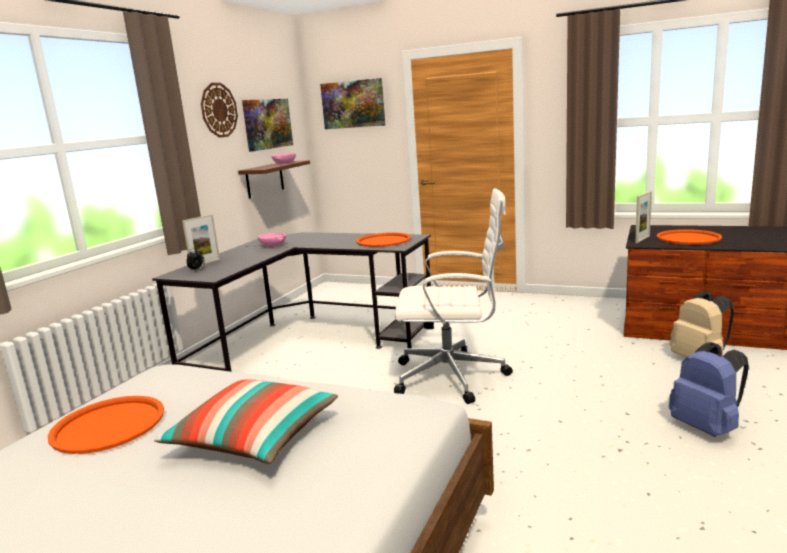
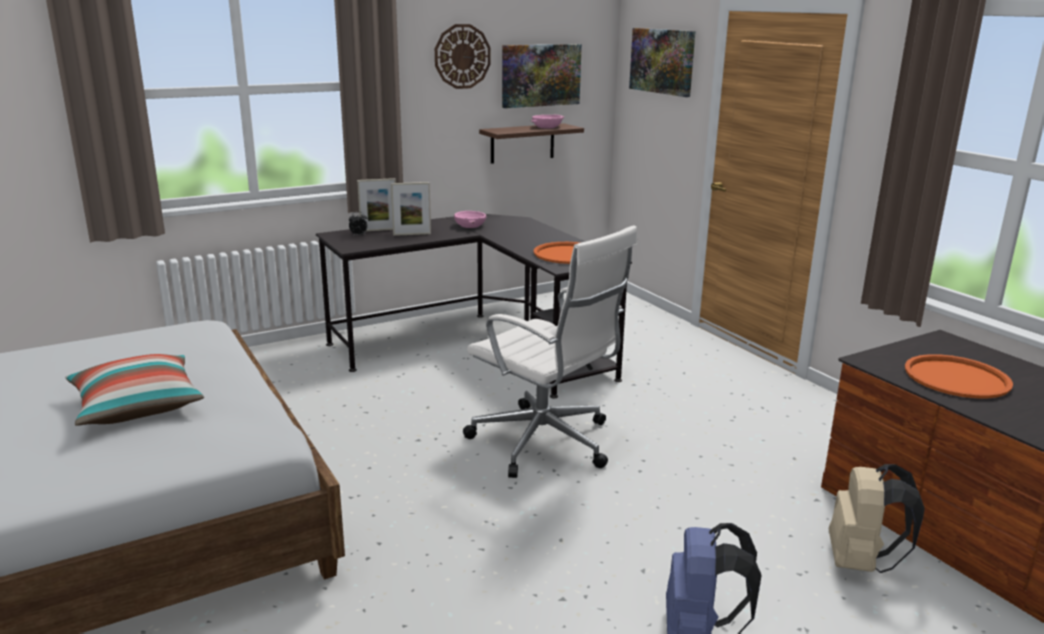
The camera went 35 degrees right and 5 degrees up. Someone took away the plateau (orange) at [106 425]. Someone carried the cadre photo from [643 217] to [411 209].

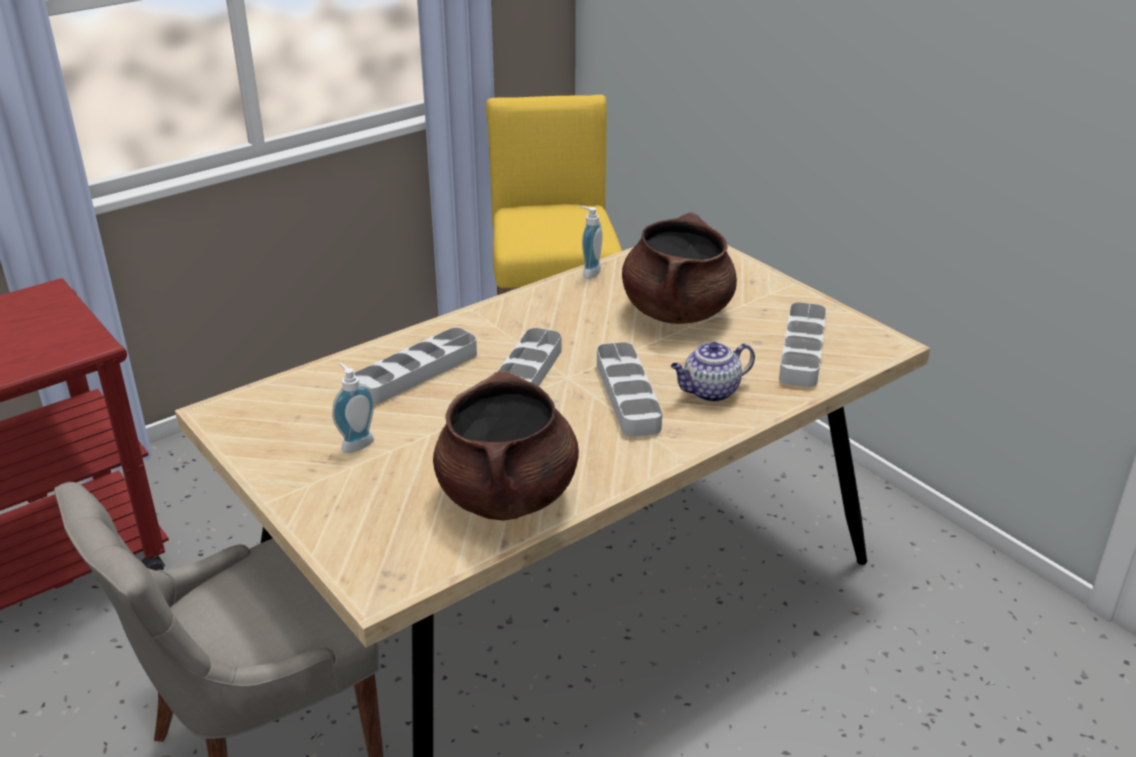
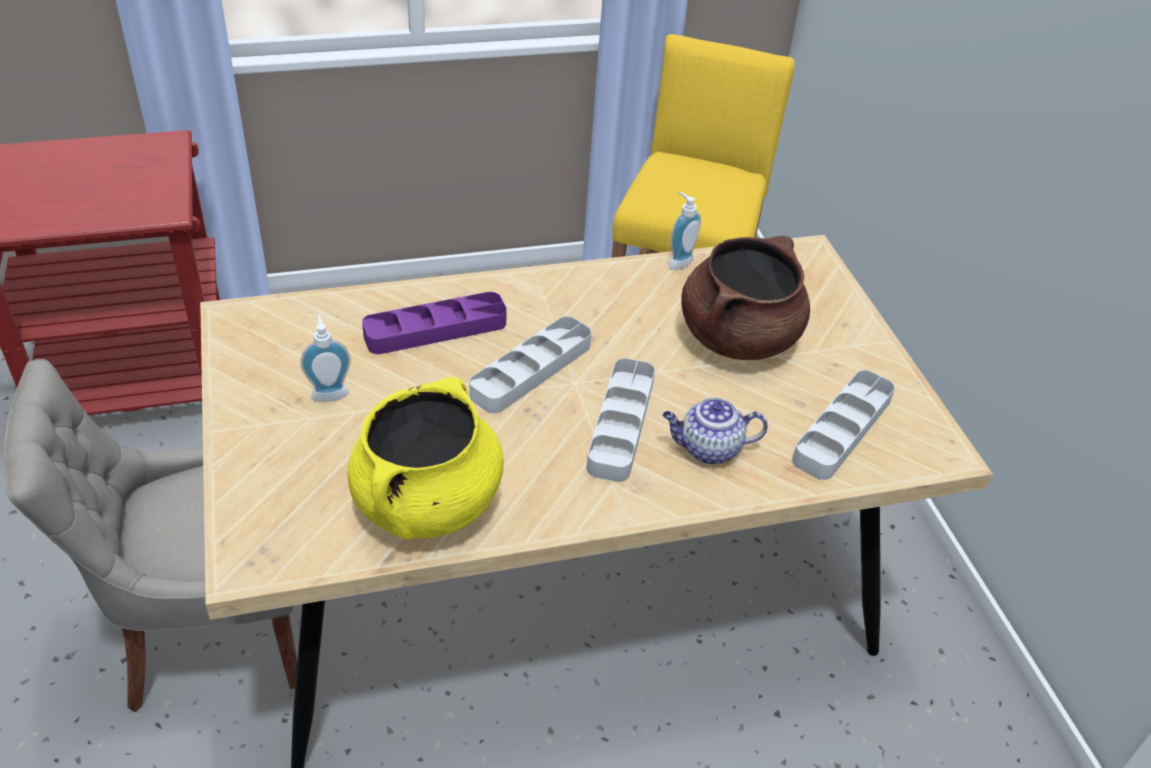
The camera went 20 degrees right and 10 degrees up. Someone repainted the plateau (gris) at [415 366], which became the plateau (violet) at [434 323]. Someone repainted the marmite (marron) at [506 445], which became the marmite (jaune) at [426 458].

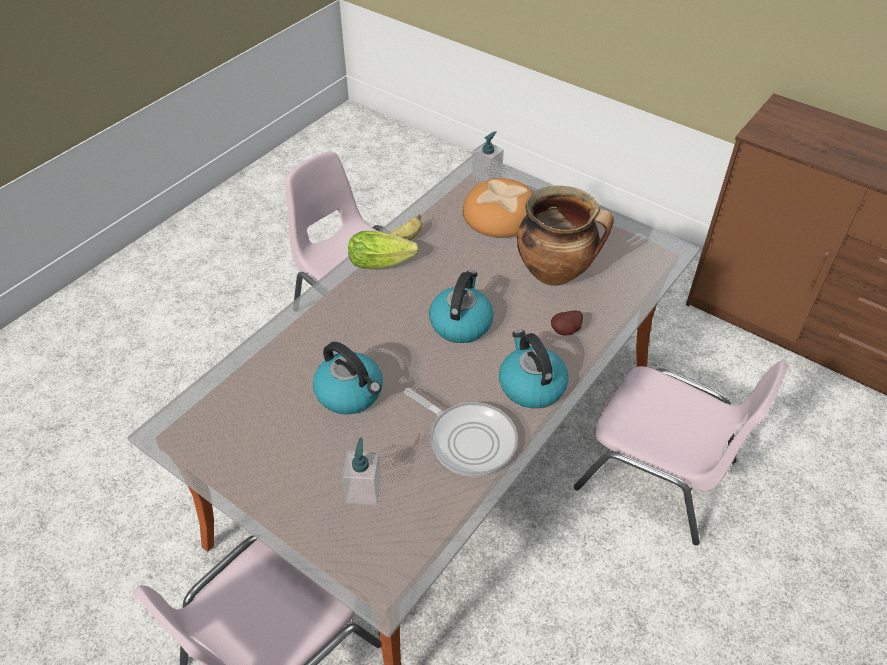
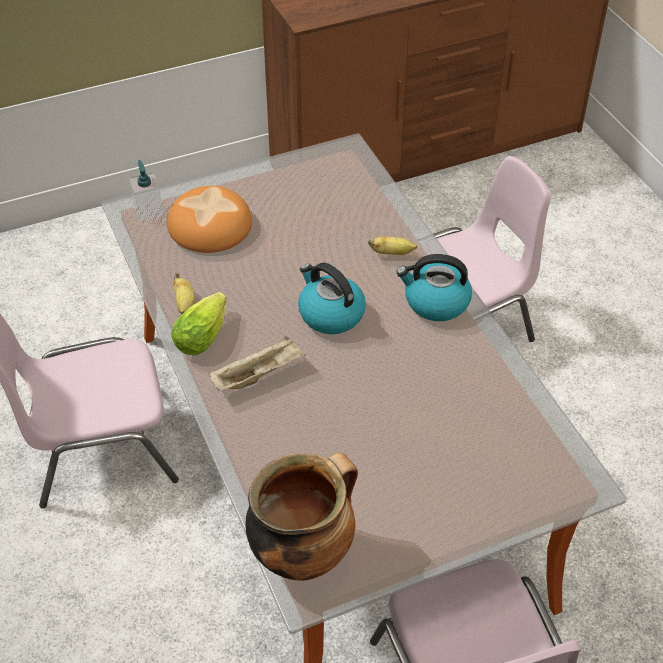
The camera went 60 degrees left and 0 degrees up. Someone took away the bouilloire at [348 378]. Someone took away the distributeur de savon at [361 471]. Someone took away the poêle at [461 432]. Someone put down the plateau (beige) at [257 363]. Someone carried the marmite from [565 236] to [302 517]. Someone swapped the pomme de terre at [567 323] for the banane at [392 245].

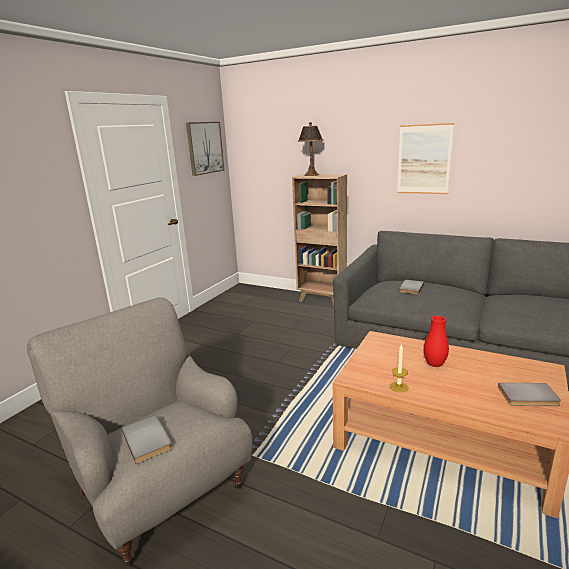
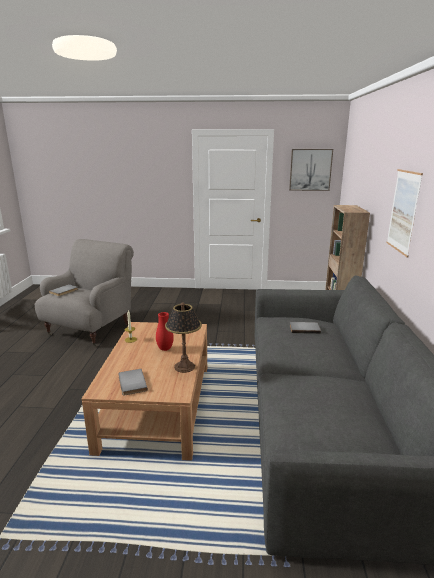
The camera went 65 degrees right and 0 degrees up. Someone carried the lampe de table from [311 149] to [183 337].

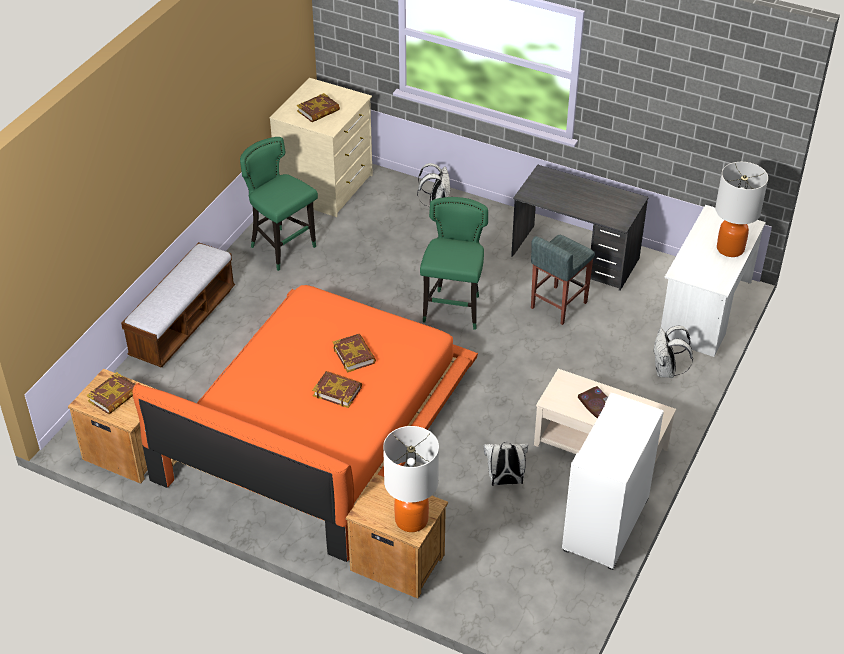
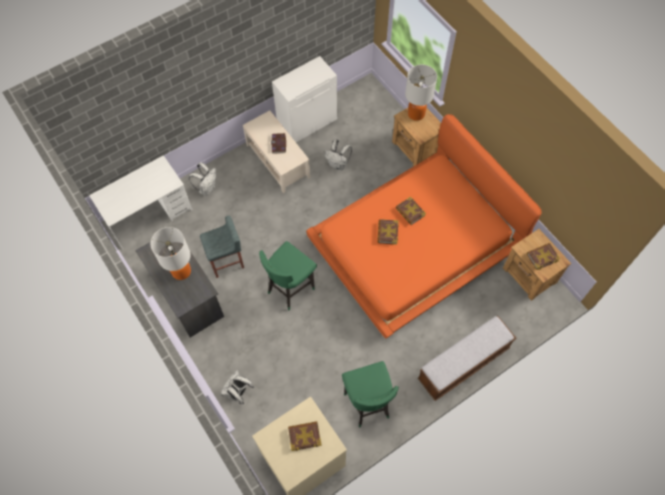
The camera went 150 degrees left and 20 degrees up. Someone carried the lampe de table from [741 209] to [170 253].

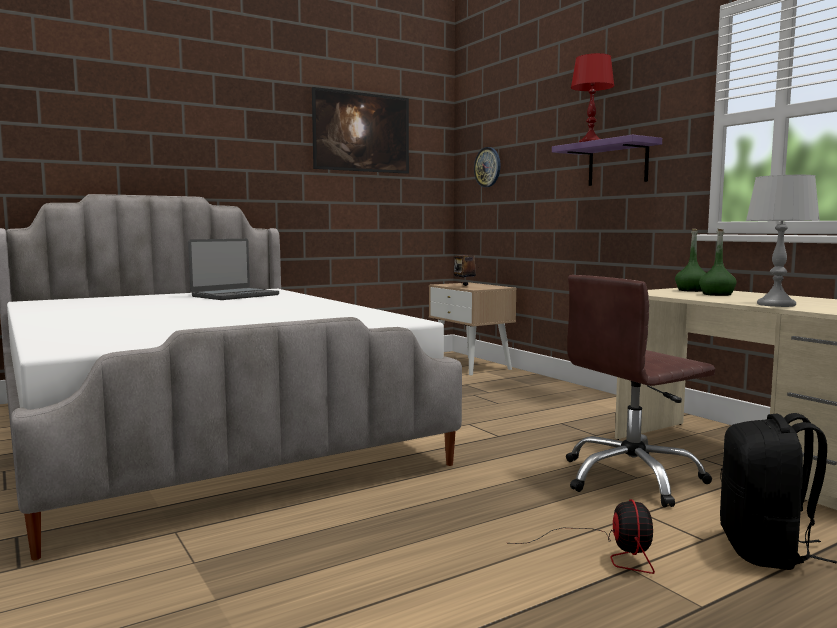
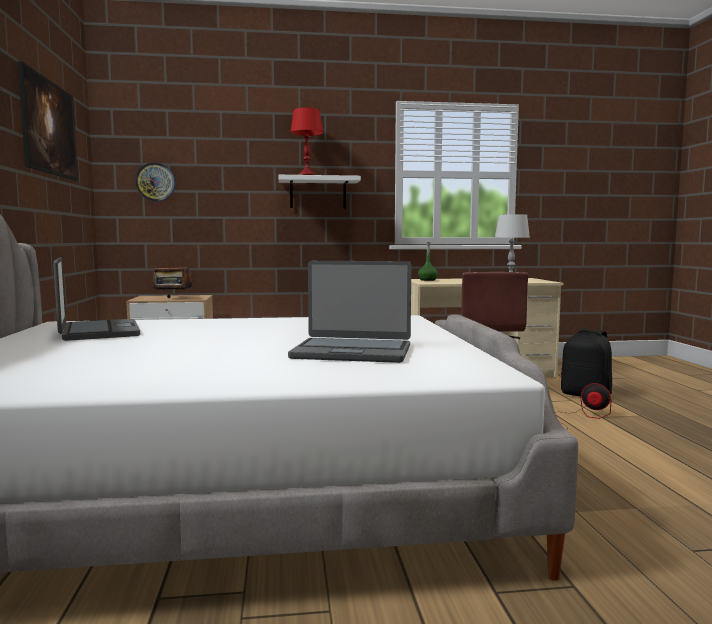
The camera went 65 degrees left and 0 degrees up. Someone took away the bouteille (vert) at [718 262]. Someone put down the ordinateur portable at [349 312]. Someone repainted the étagère (violet) at [607 160], which became the étagère (blanc) at [319 191].

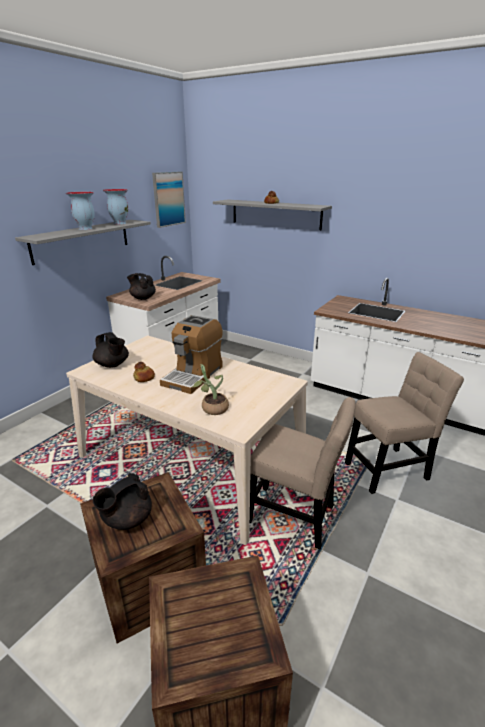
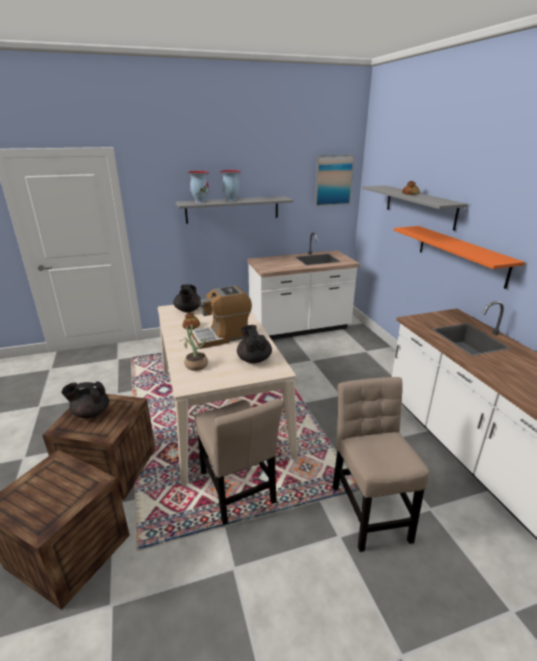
The camera went 40 degrees right and 0 degrees up. Someone put up the étagère (orange) at [459 257]. Someone carried the vase from [115 206] to [198 187]. Someone carried the théière (noir) from [141 286] to [254 344]. Someone rotated the chaise (beige) at [404 423] by 120 degrees counterclockwise.

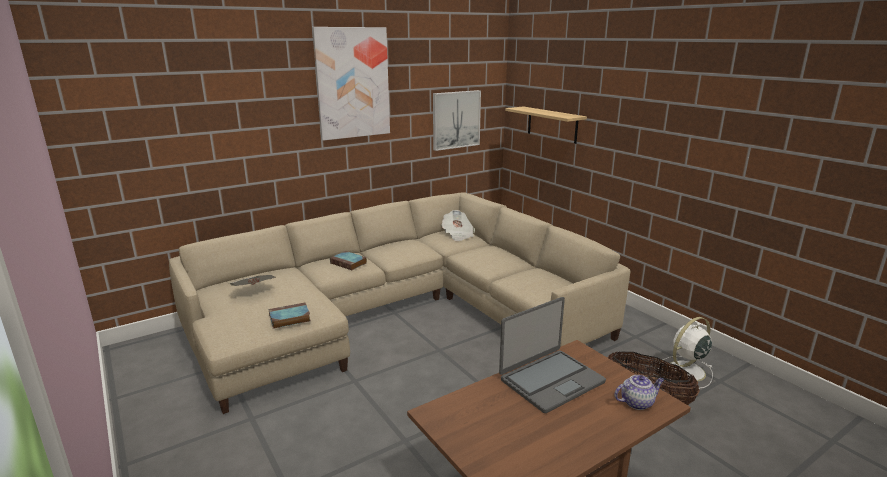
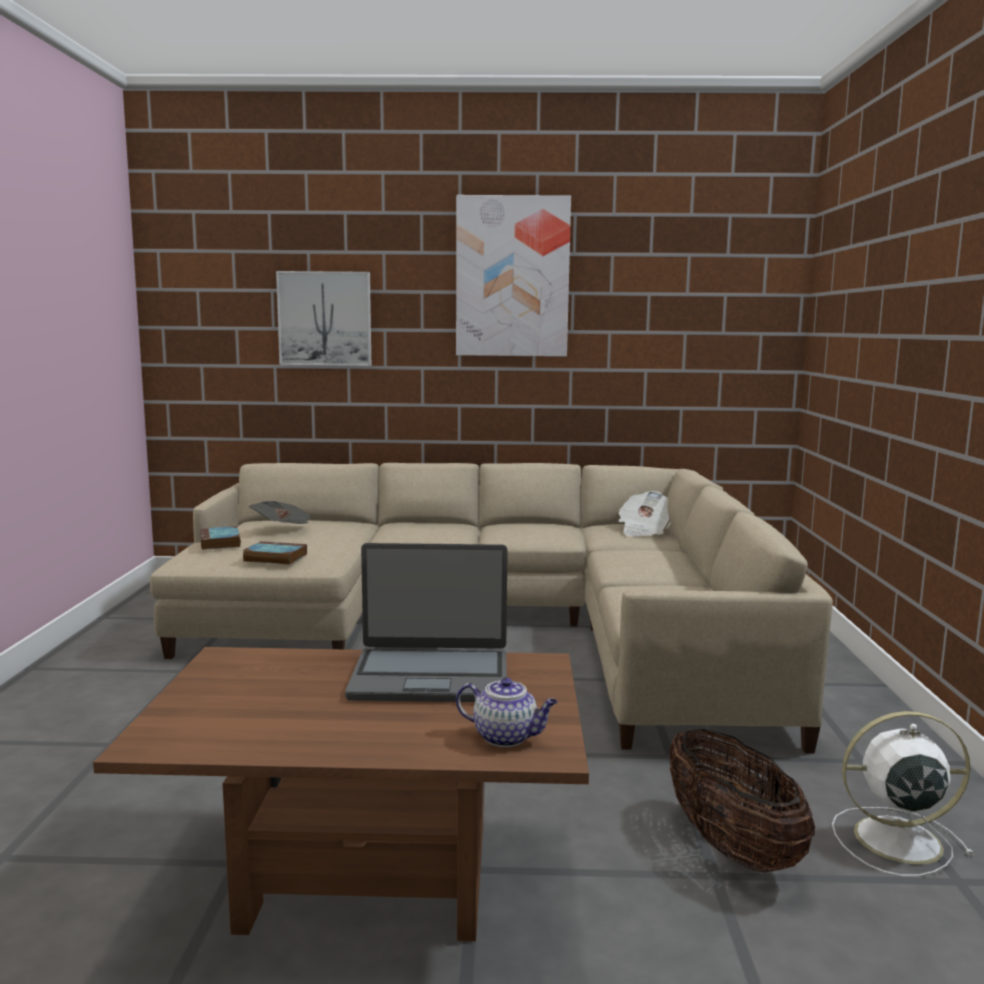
The camera went 35 degrees right and 10 degrees down. Someone took away the étagère at [546 125]. Someone carried the livre from [348 260] to [220 538]. Someone carried the tableau from [457 120] to [323 318].

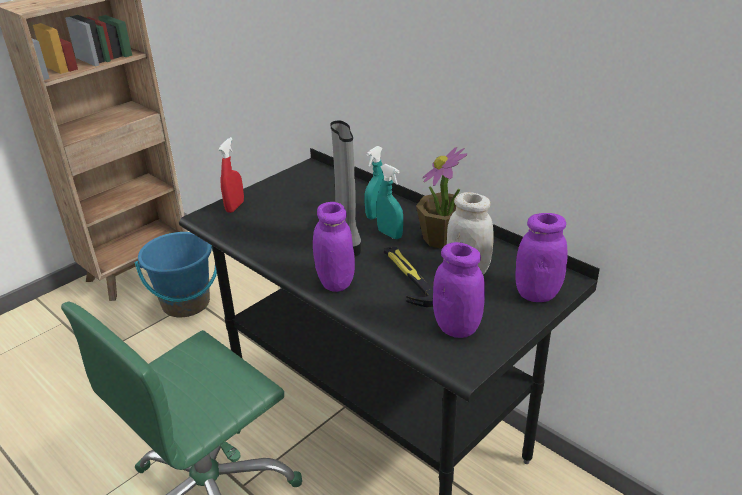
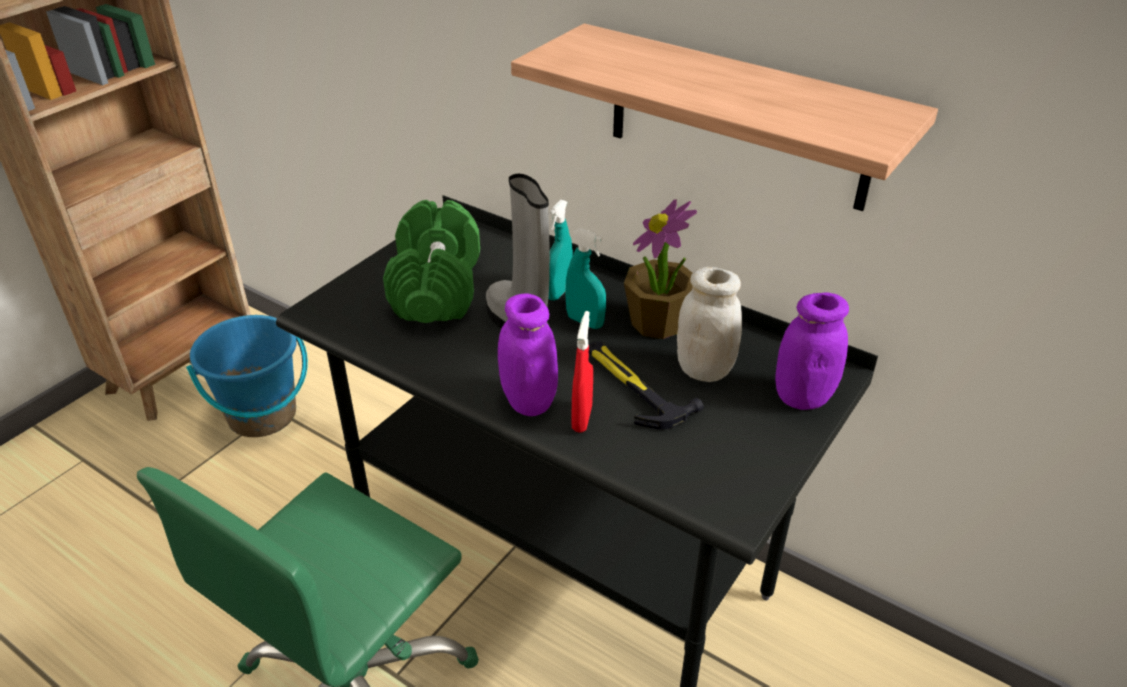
The camera went 10 degrees left and 5 degrees up. Someone took away the bocal (violet) at [459 290]. Someone put down the haltère (vert) at [431 261]. Someone put up the étagère at [724 117]. Someone carried the vaporisateur (rouge) from [231 175] to [582 371].

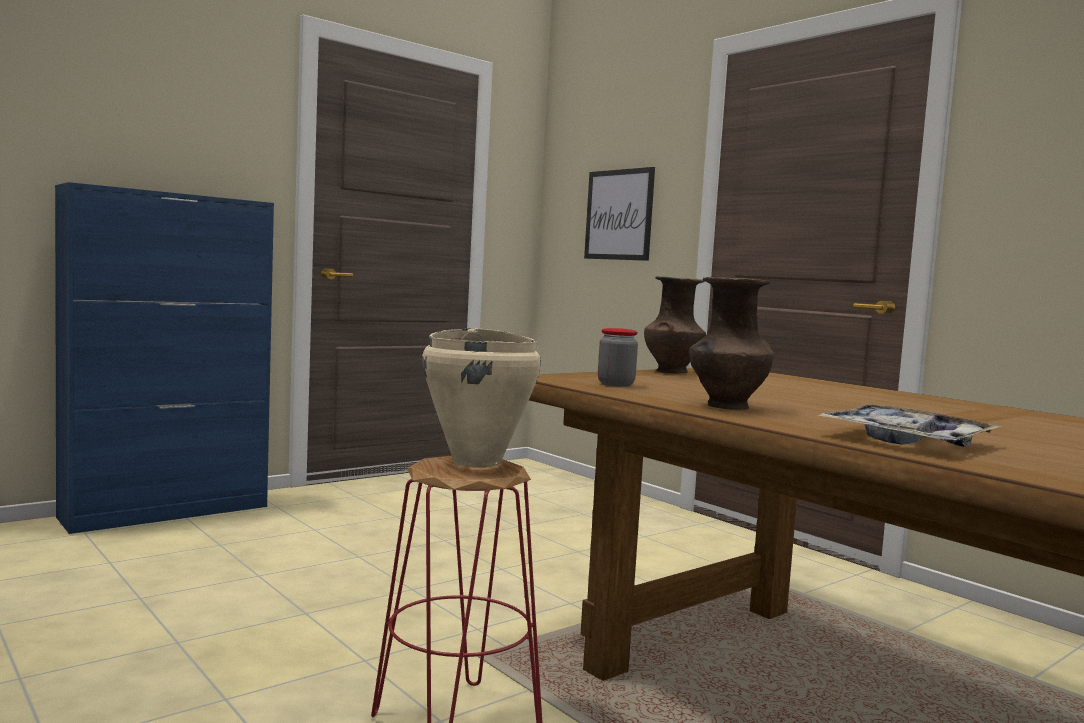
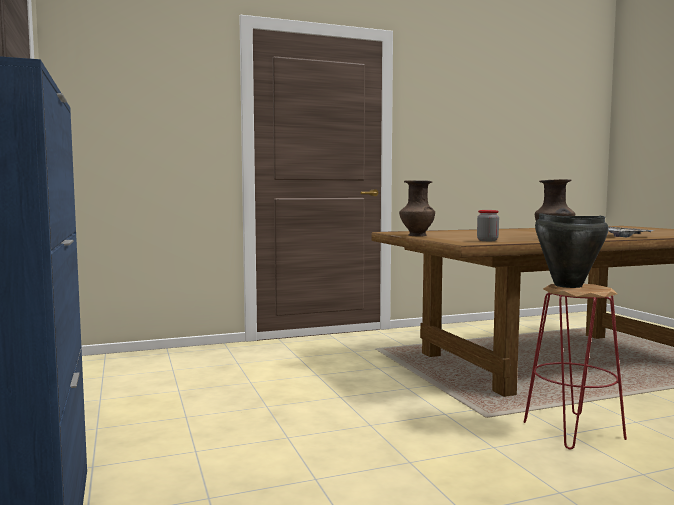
The camera went 70 degrees left and 0 degrees up. Someone took away the tableau at [619 214]. Someone repainted the marmite (beige) at [481 398], which became the marmite (noir) at [572 250].

